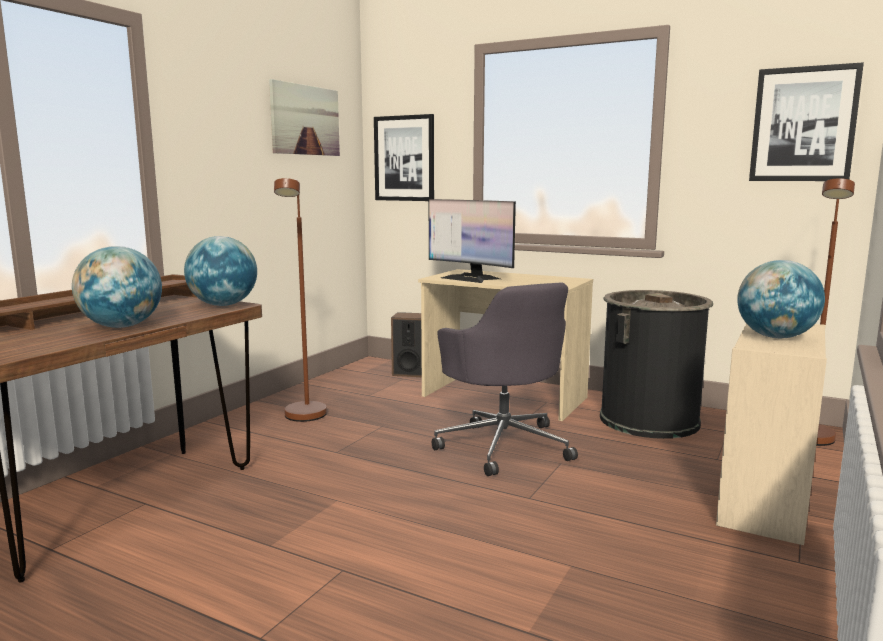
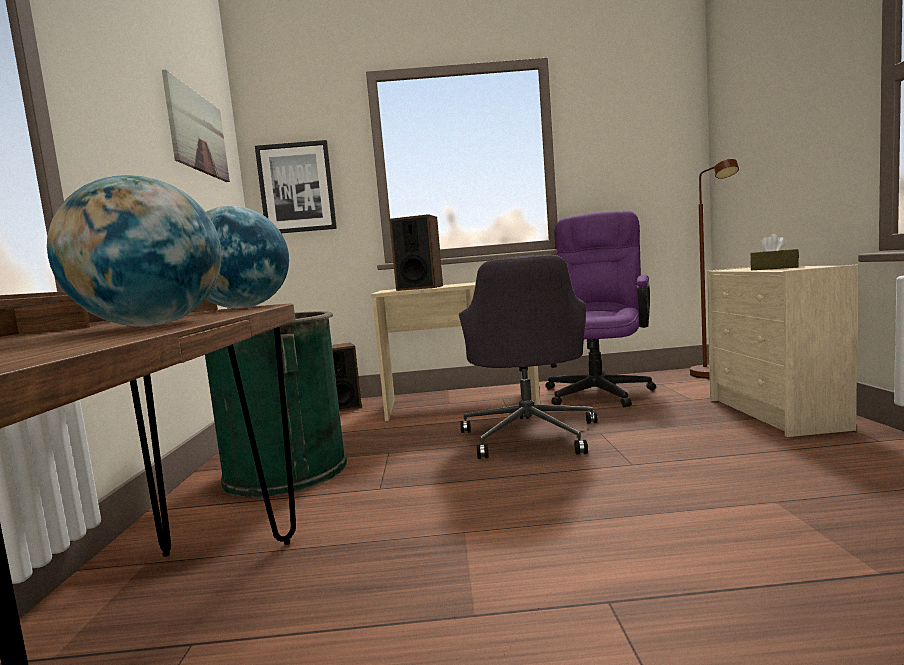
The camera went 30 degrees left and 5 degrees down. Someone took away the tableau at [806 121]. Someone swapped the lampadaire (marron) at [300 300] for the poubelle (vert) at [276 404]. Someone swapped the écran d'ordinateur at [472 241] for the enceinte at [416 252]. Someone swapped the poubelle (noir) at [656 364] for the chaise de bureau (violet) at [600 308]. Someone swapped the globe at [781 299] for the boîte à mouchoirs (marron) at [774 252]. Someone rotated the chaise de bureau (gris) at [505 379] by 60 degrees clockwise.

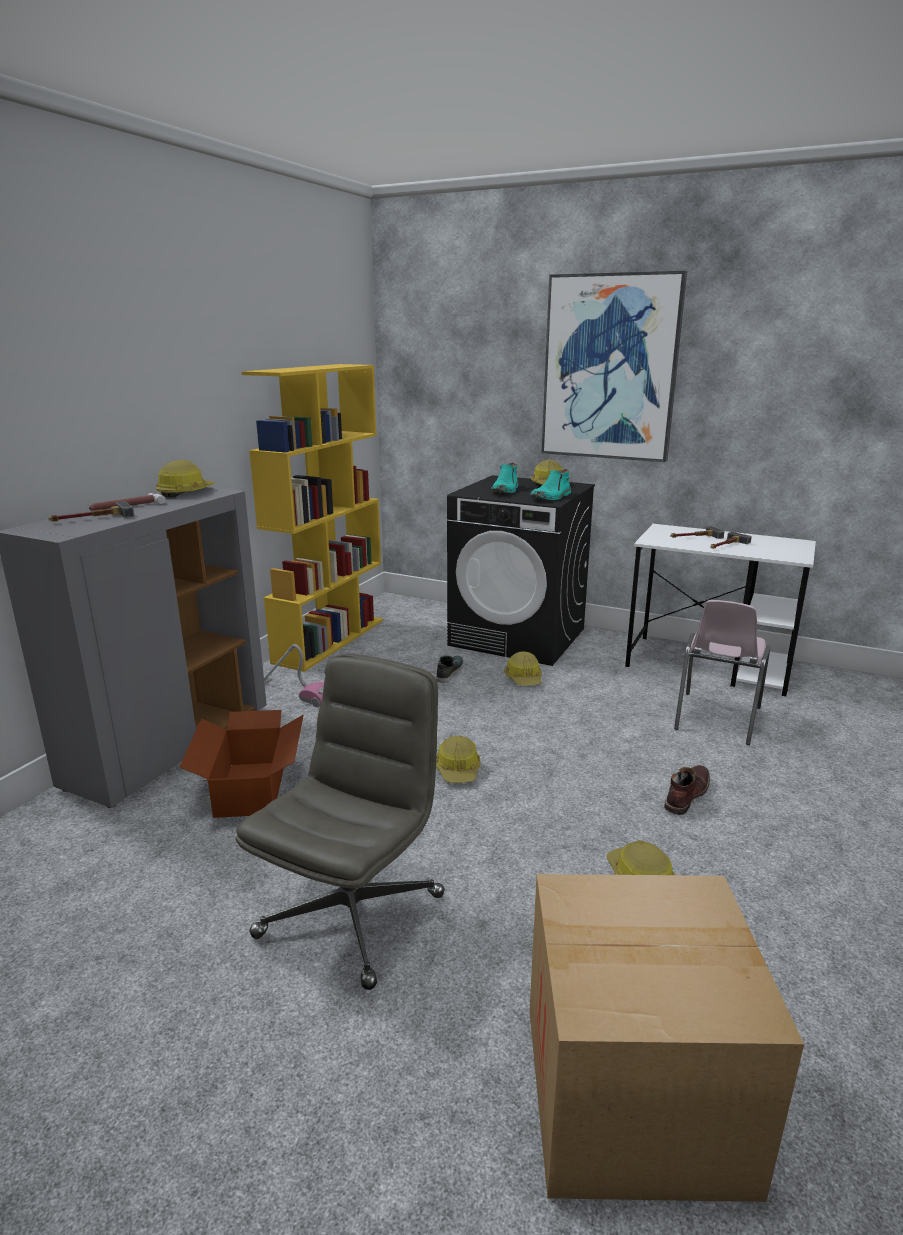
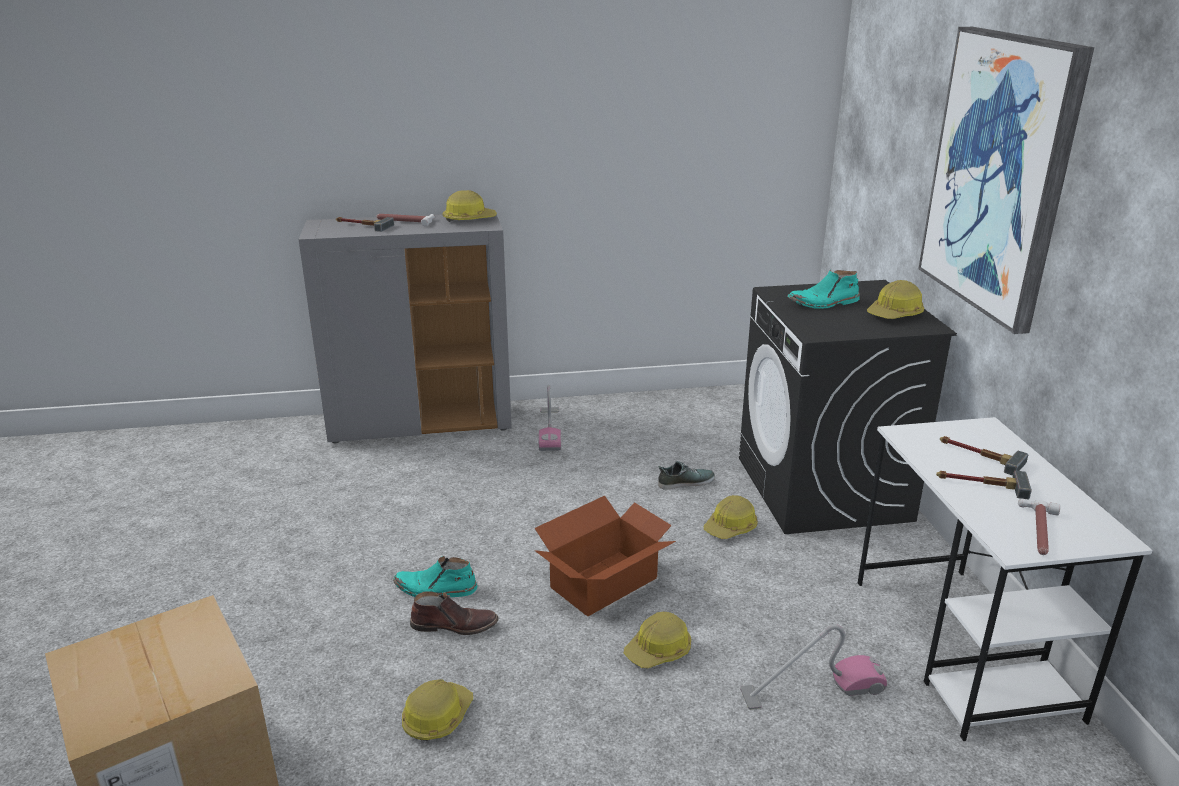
The camera went 55 degrees right and 5 degrees up. Someone took away the chaise de bureau (gris) at [340 821]. Someone took away the bibliothèque (jaune) at [312 518]. Someone put down the marteau at [1039 527]. Someone carried the carton from [242 764] to [605 556]. Someone carried the casque de chantier from [458 759] to [657 640]. Someone carried the botte (turquoise) from [550 484] to [435 576]. Someone carried the botte (marron) from [687 790] to [454 613]. Someone swapped the chaise (rose) at [722 672] for the aspirateur at [813 667].

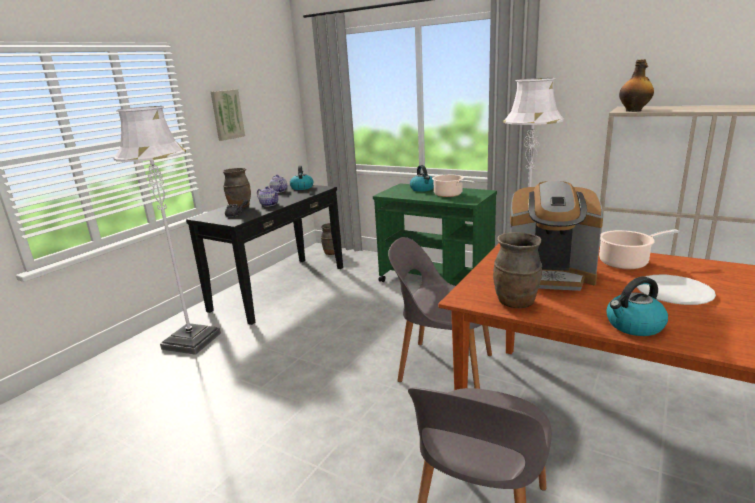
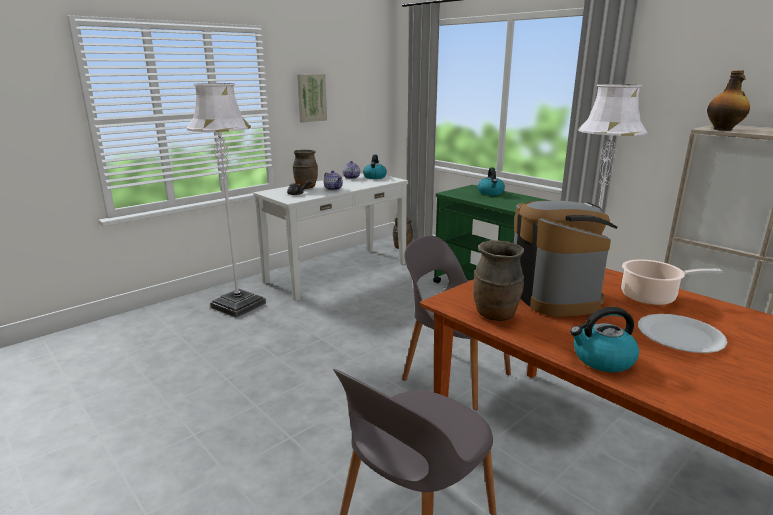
The camera went 15 degrees right and 0 degrees up. Someone took away the marmite at [453 186]. Someone repainted the table console (noir) at [264 254], which became the table console (blanc) at [330 237]. Someone rotated the machine à café at [556 236] by 135 degrees counterclockwise.

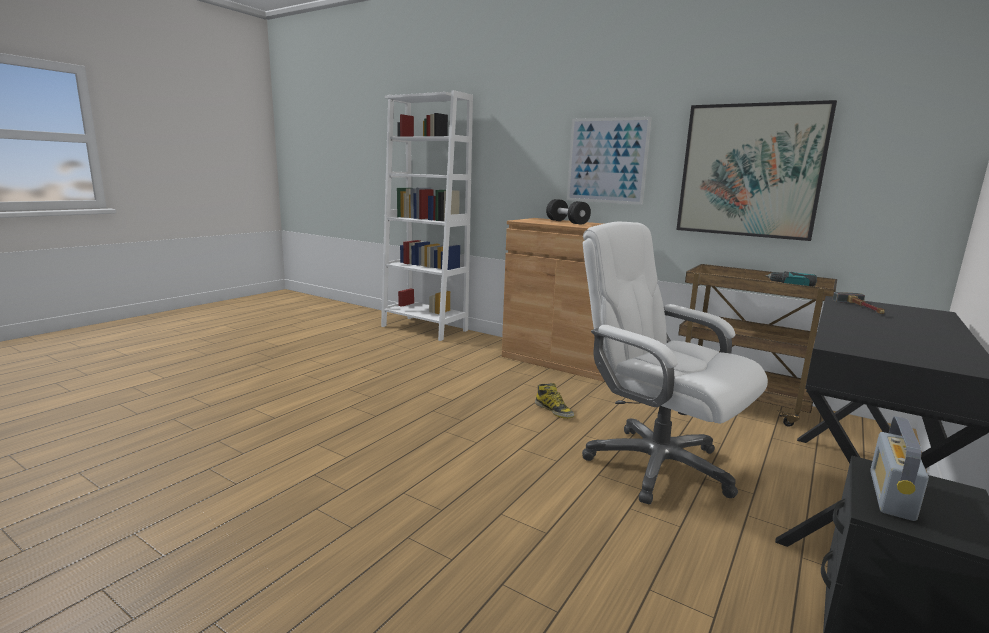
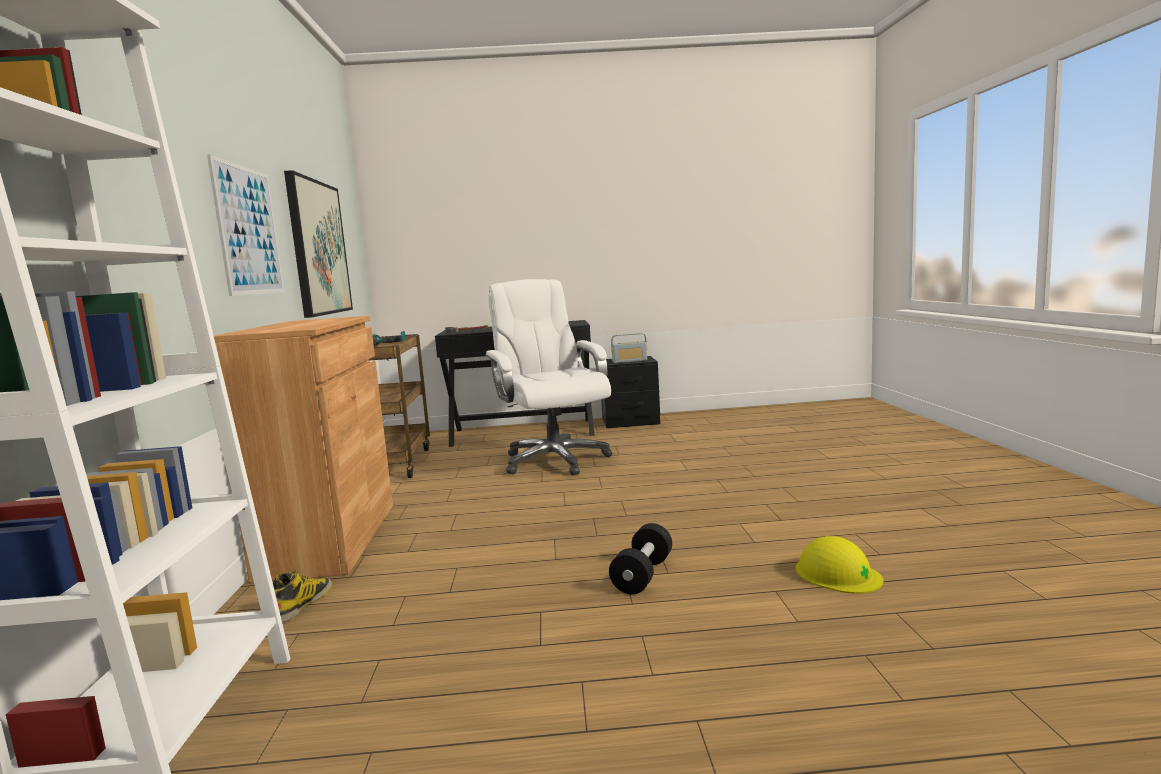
The camera went 125 degrees left and 5 degrees down. Someone put down the casque de chantier (jaune) at [840 565]. Someone carried the botte from [554 401] to [302 596]. Someone carried the haltère (noir) from [568 212] to [640 558]. Someone rotated the chaise de bureau (blanc) at [675 363] by 150 degrees clockwise.

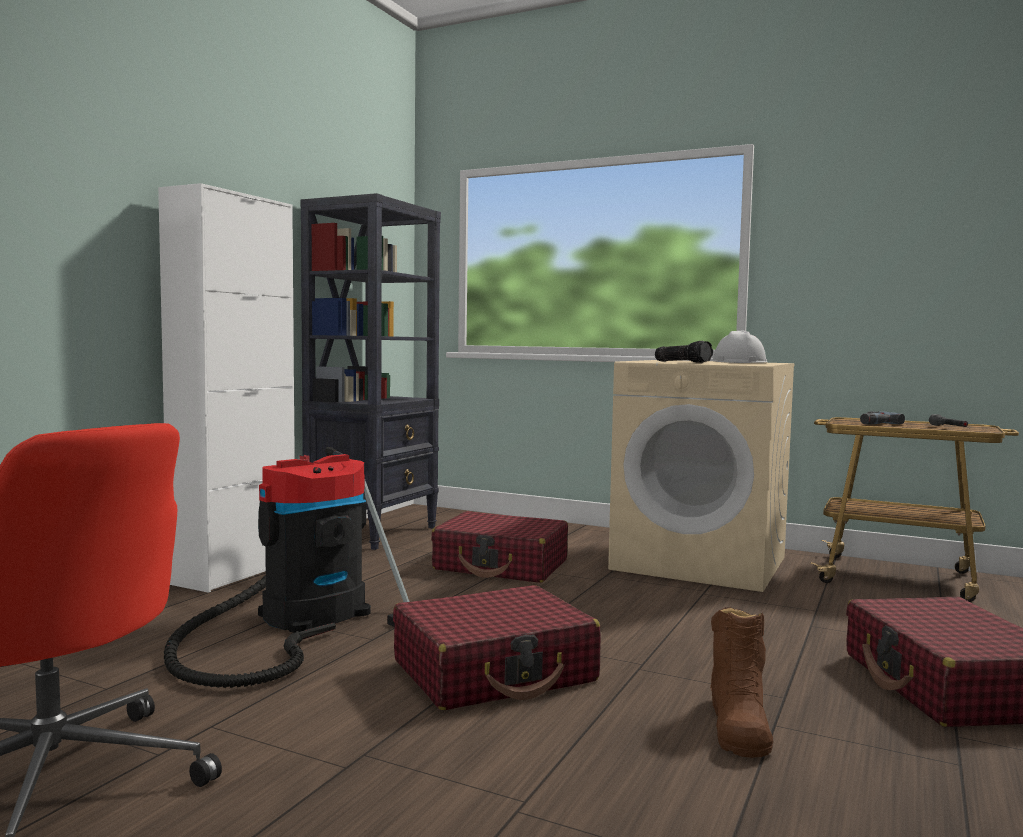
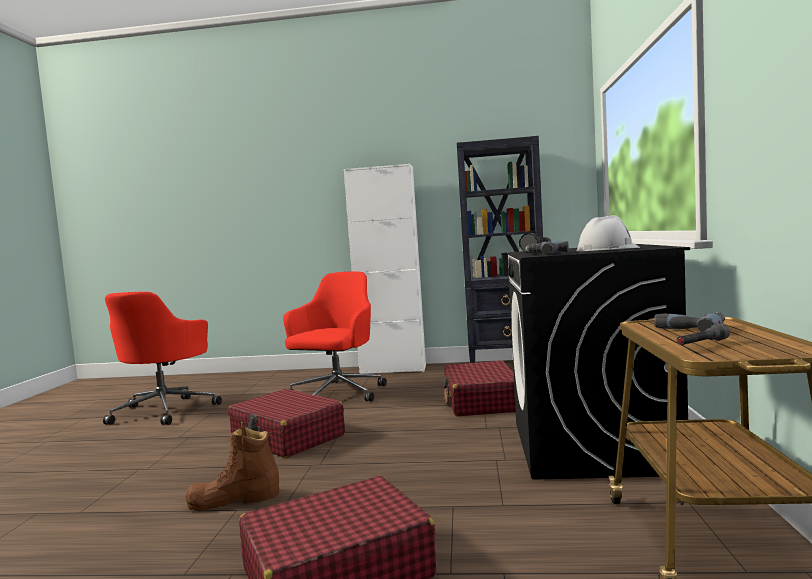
The camera went 70 degrees right and 0 degrees up. Someone put down the perceuse at [547 248]. Someone swapped the aspirateur at [287 567] for the chaise de bureau (rouge) at [335 336]. Someone repainted the lave-linge (beige) at [701 476], which became the lave-linge (noir) at [599 362].

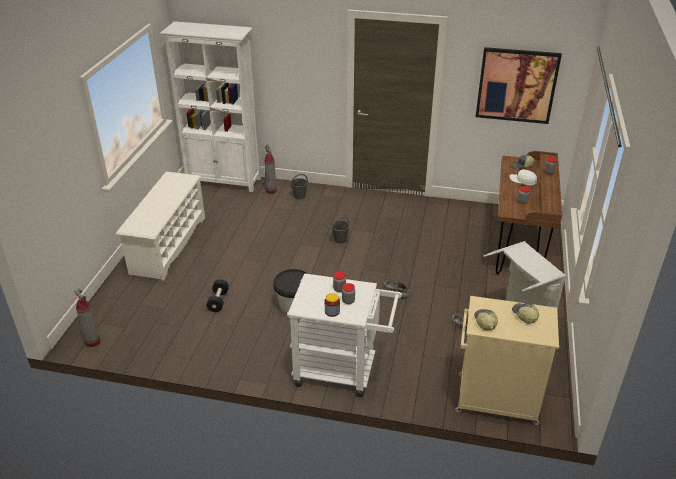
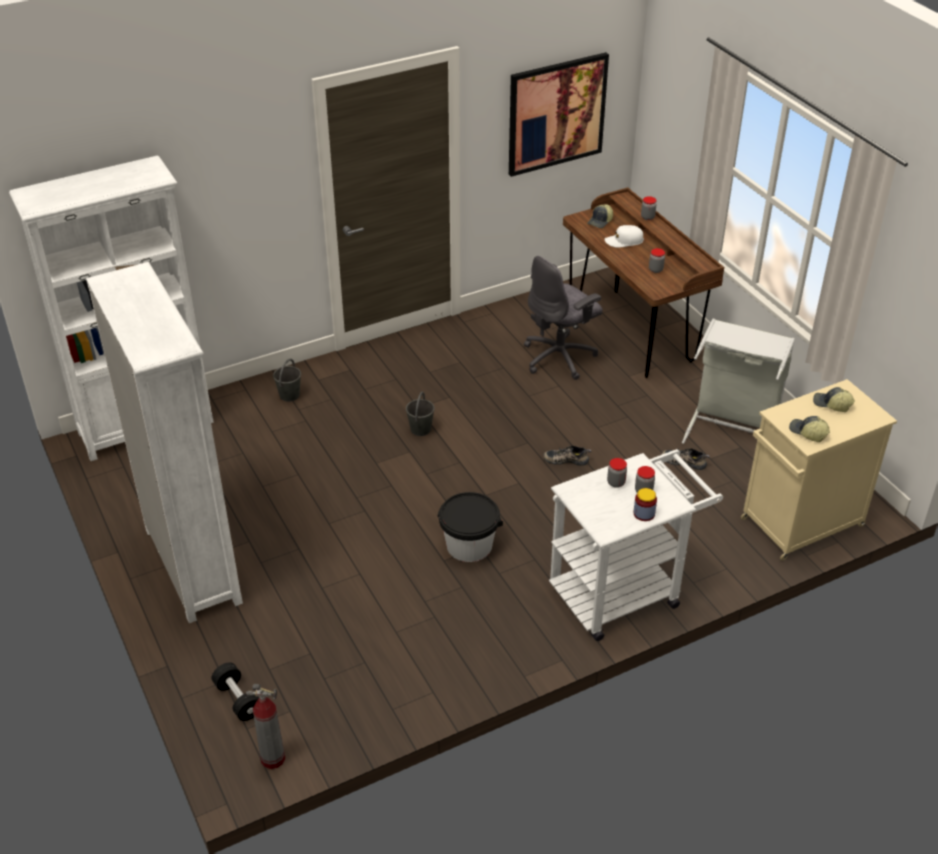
The camera went 40 degrees left and 5 degrees up. Someone took away the extincteur at [270 169]. Someone put down the chaise de bureau (gris) at [563 318]. Someone carried the haltère (noir) from [218 295] to [235 691]. Someone swapped the étagère à chaussures (blanc) at [160 226] for the bibliothèque (blanc) at [164 442].

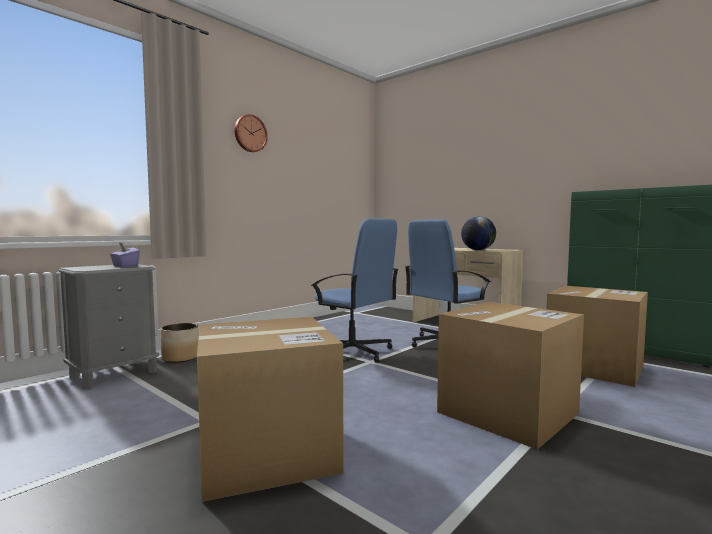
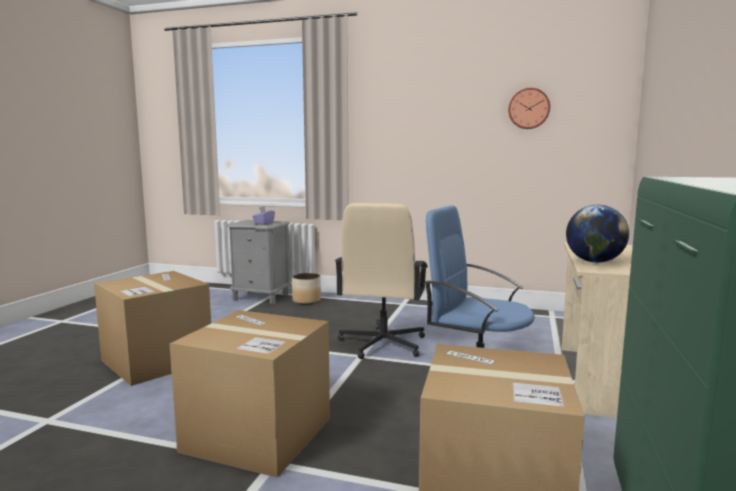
The camera went 65 degrees right and 5 degrees up. Someone carried the horloge murale from [251 133] to [529 108]. Someone repainted the chaise de bureau (bleu) at [355 290], which became the chaise de bureau (beige) at [381 281].

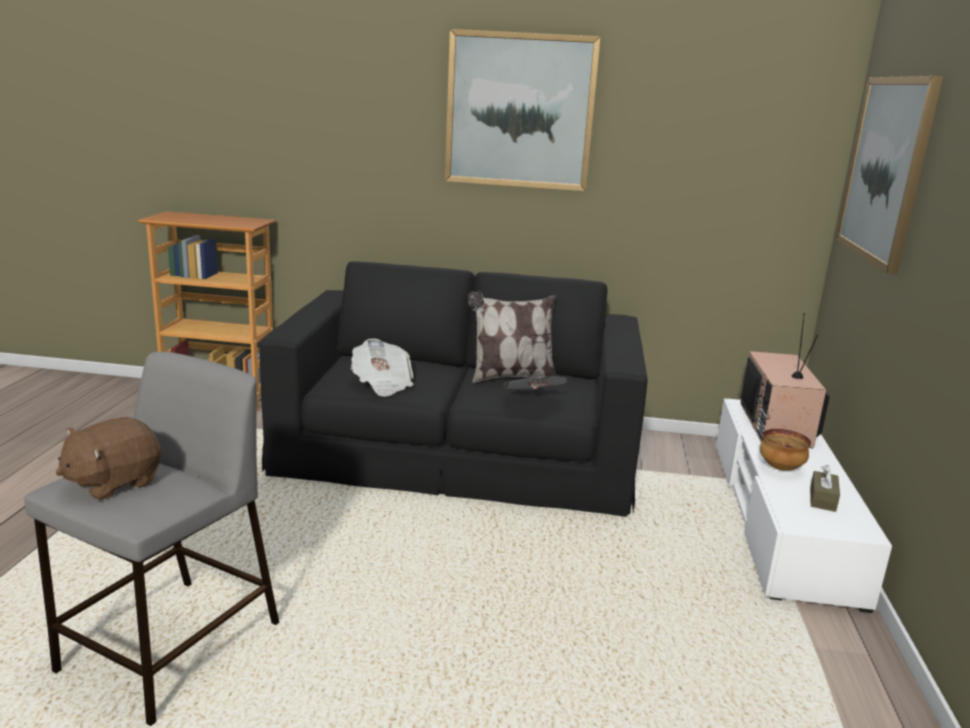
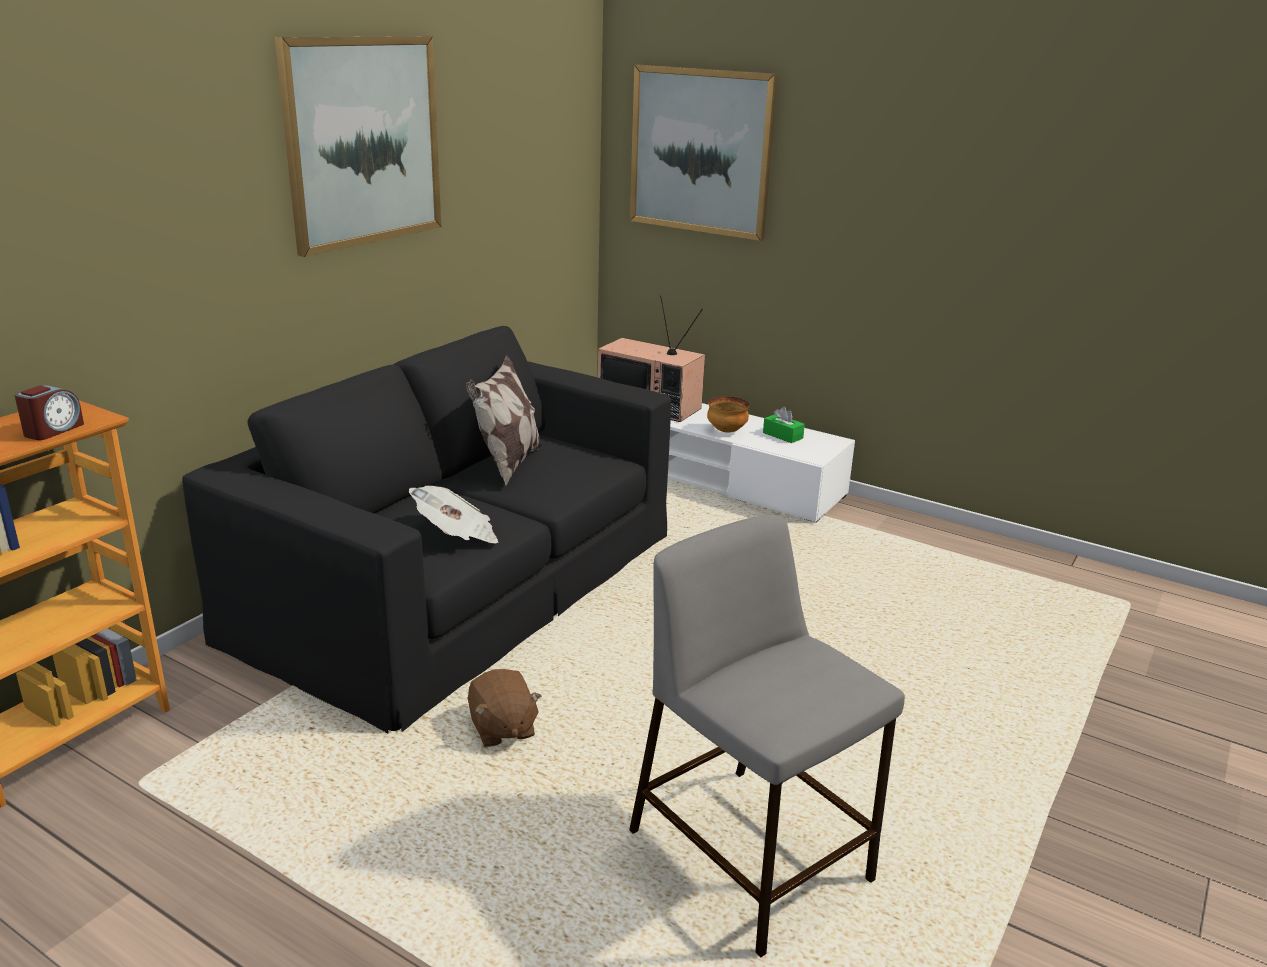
The camera went 65 degrees left and 5 degrees up. Someone took away the journal at [535 382]. Someone put down the réveil at [49 412]. Someone carried the peluche (marron) from [108 459] to [504 708]. Someone repainted the boîte à mouchoirs (marron) at [825 488], which became the boîte à mouchoirs (vert) at [784 425].

